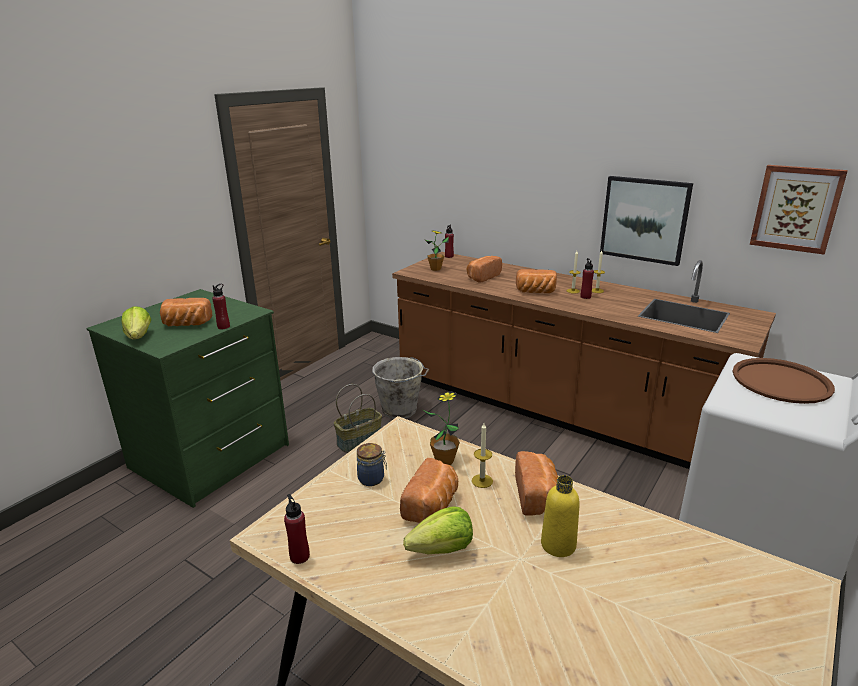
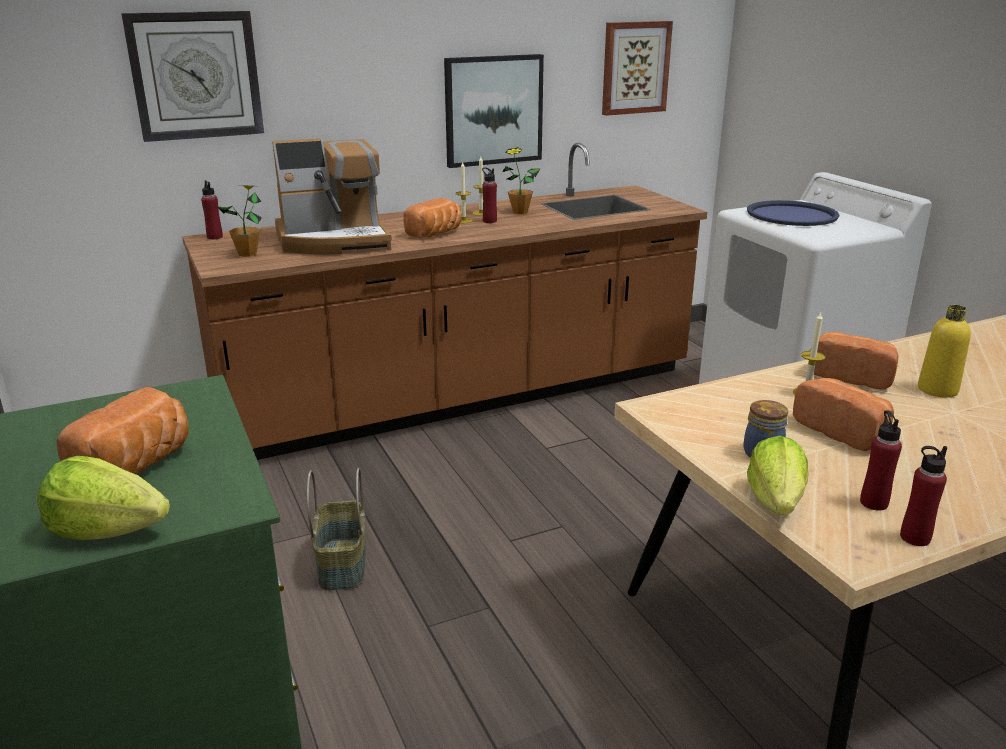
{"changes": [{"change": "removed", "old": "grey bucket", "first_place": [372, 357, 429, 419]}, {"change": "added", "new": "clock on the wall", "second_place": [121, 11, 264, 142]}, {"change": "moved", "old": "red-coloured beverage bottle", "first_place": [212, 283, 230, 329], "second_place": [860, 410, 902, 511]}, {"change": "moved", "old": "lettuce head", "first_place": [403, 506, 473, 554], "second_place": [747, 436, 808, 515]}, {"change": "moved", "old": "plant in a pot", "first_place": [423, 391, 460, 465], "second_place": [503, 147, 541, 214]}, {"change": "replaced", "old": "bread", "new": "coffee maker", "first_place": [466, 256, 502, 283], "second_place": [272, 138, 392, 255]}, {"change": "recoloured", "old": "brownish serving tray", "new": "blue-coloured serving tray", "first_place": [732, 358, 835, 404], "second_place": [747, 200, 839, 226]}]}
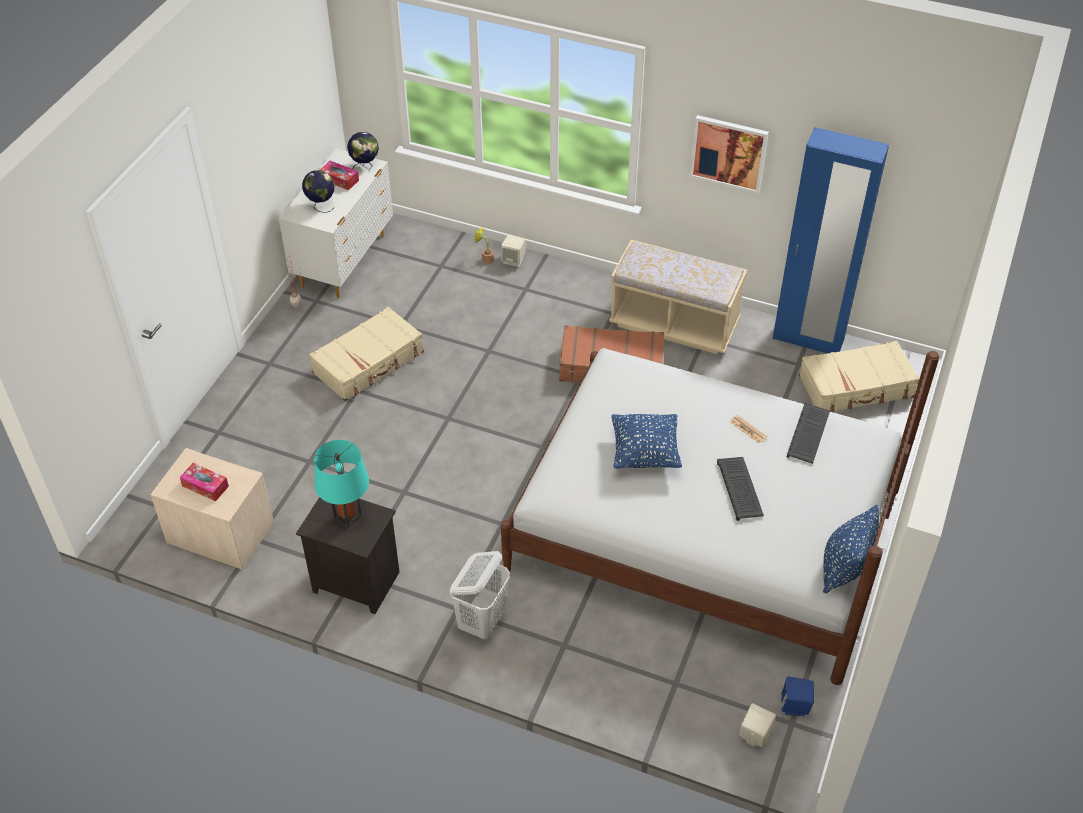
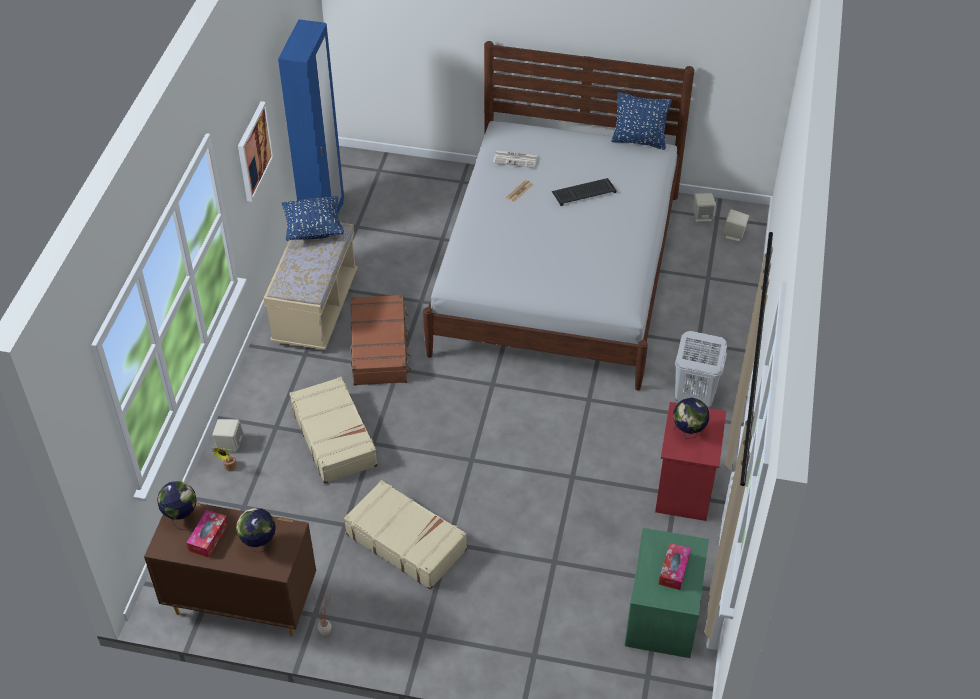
{"changes": [{"change": "moved", "old": "blue-coloured pillow", "first_place": [611, 414, 682, 469], "second_place": [282, 196, 344, 241]}, {"change": "moved", "old": "beige-coloured suitcase", "first_place": [799, 341, 919, 412], "second_place": [289, 377, 378, 484]}, {"change": "replaced", "old": "blue-green lamp for a table", "new": "desk globe", "first_place": [314, 440, 369, 528], "second_place": [674, 398, 709, 439]}, {"change": "replaced", "old": "PC keyboard", "new": "printed paper", "first_place": [787, 403, 830, 464], "second_place": [493, 150, 538, 168]}, {"change": "recoloured", "old": "beige-coloured bedside table", "new": "green bedside table", "first_place": [150, 448, 274, 569], "second_place": [625, 528, 709, 658]}, {"change": "recoloured", "old": "whitish chest of drawers", "new": "brownish chest of drawers", "first_place": [278, 149, 393, 298], "second_place": [144, 502, 316, 636]}, {"change": "recoloured", "old": "black-coloured bedside table", "new": "red-coloured bedside table", "first_place": [296, 497, 400, 614], "second_place": [655, 402, 726, 521]}, {"change": "recoloured", "old": "blue-coloured speaker", "new": "beige-coloured speaker", "first_place": [781, 677, 814, 716], "second_place": [693, 193, 716, 222]}]}
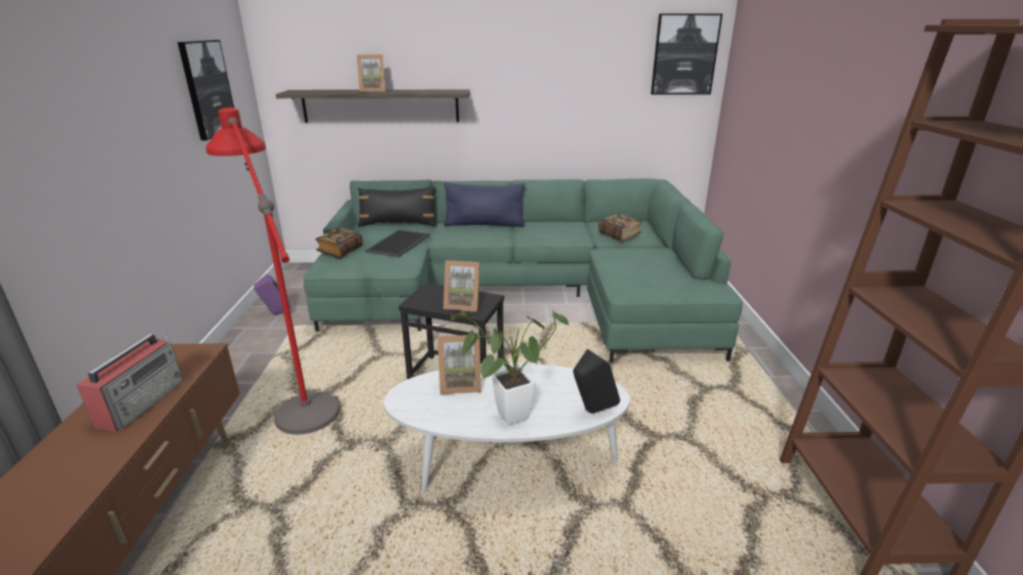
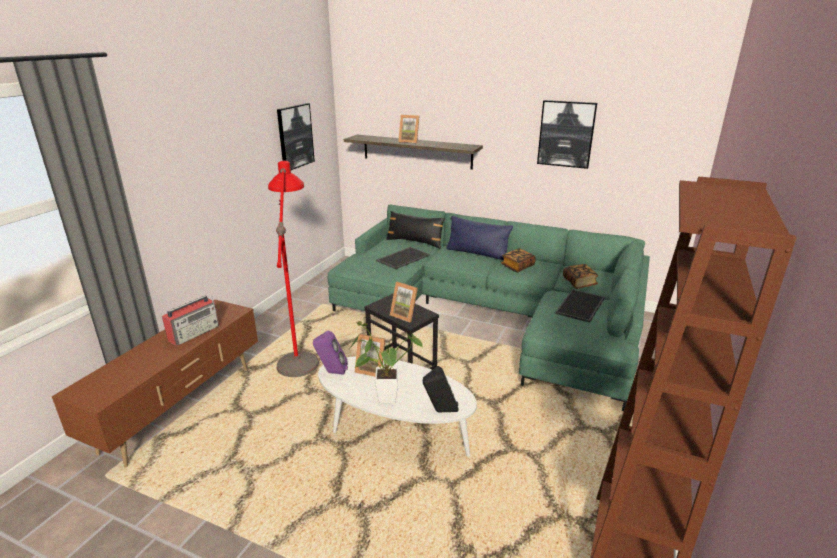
{"changes": [{"change": "added", "new": "serving tray", "second_place": [555, 289, 605, 323]}, {"change": "moved", "old": "purple-coloured speaker", "first_place": [254, 274, 291, 314], "second_place": [313, 331, 348, 375]}, {"change": "moved", "old": "volume", "first_place": [315, 228, 363, 258], "second_place": [501, 248, 536, 273]}, {"change": "moved", "old": "wall picture", "first_place": [651, 14, 723, 95], "second_place": [537, 100, 597, 169]}]}
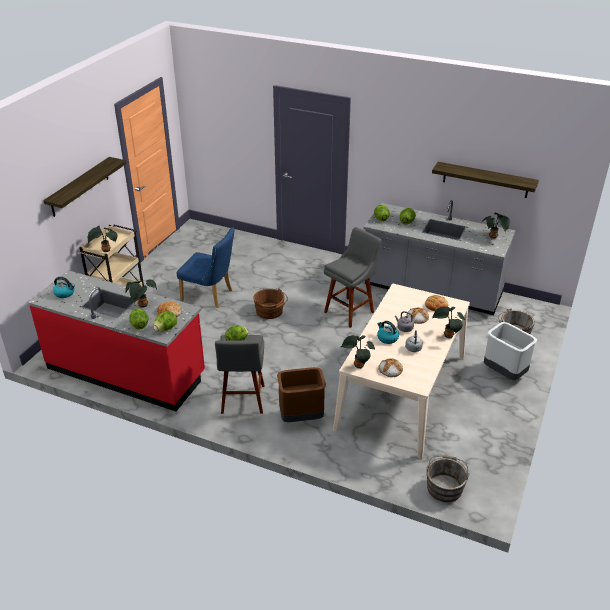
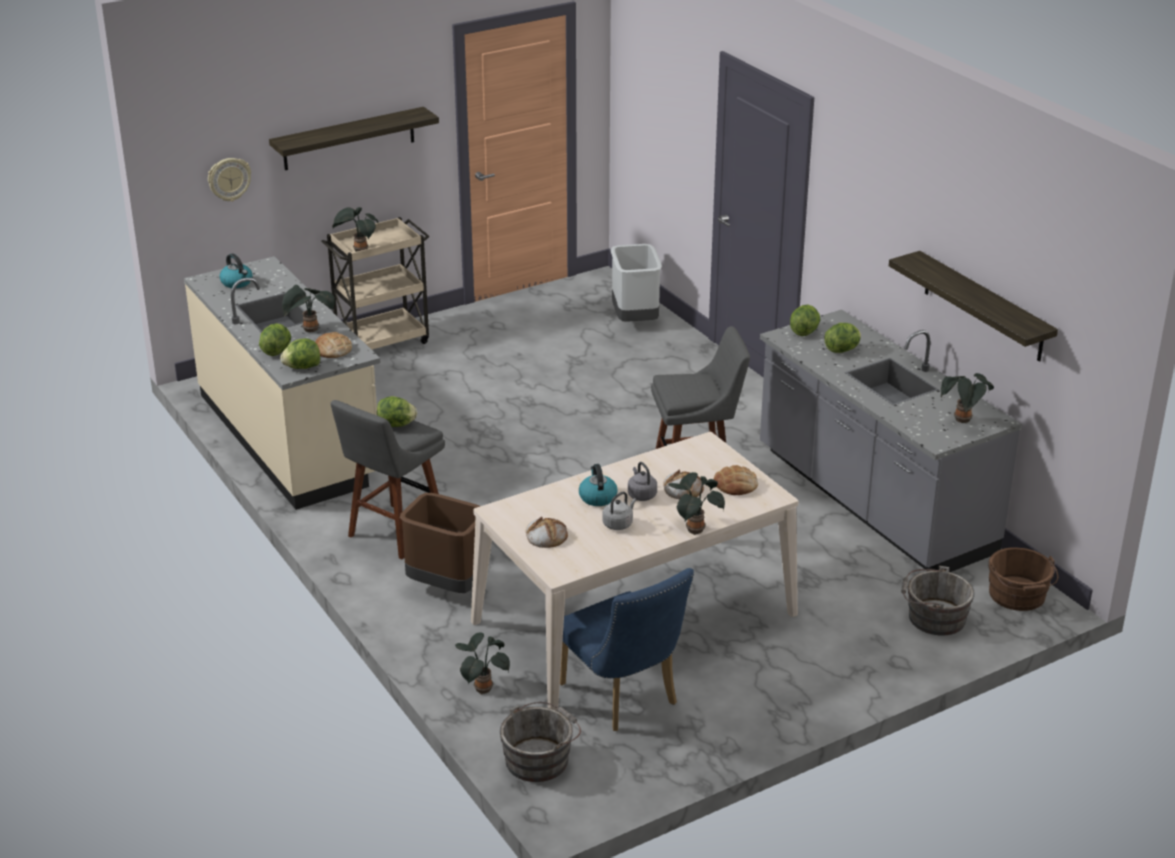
{"changes": [{"change": "added", "new": "clock on the wall", "second_place": [208, 158, 251, 202]}, {"change": "moved", "old": "blue-coloured upright chair", "first_place": [177, 227, 235, 308], "second_place": [560, 568, 694, 731]}, {"change": "moved", "old": "brownish bucket", "first_place": [253, 288, 288, 319], "second_place": [988, 547, 1058, 611]}, {"change": "moved", "old": "plant in a pot", "first_place": [341, 335, 375, 369], "second_place": [455, 632, 510, 695]}, {"change": "moved", "old": "grey rubbish bin", "first_place": [484, 322, 537, 380], "second_place": [611, 244, 662, 322]}, {"change": "recoloured", "old": "red-coloured counter", "new": "beige-coloured counter", "first_place": [28, 270, 205, 411], "second_place": [184, 256, 380, 510]}]}
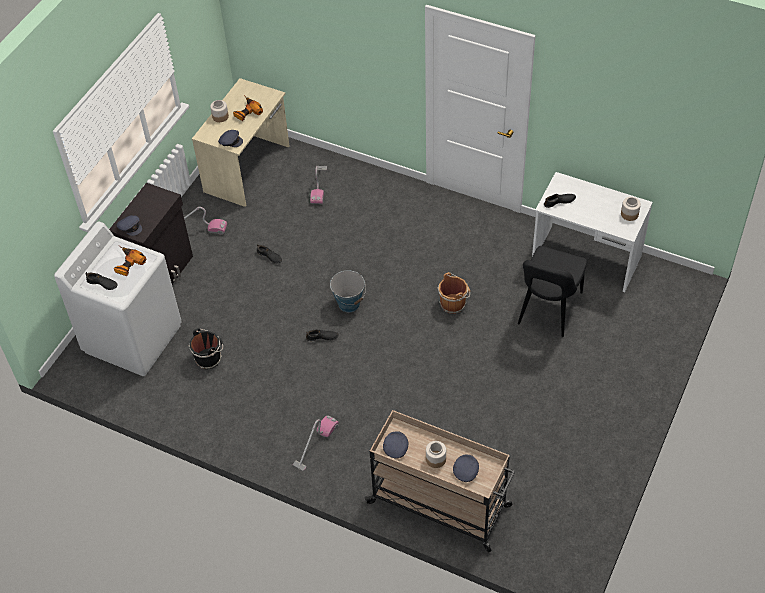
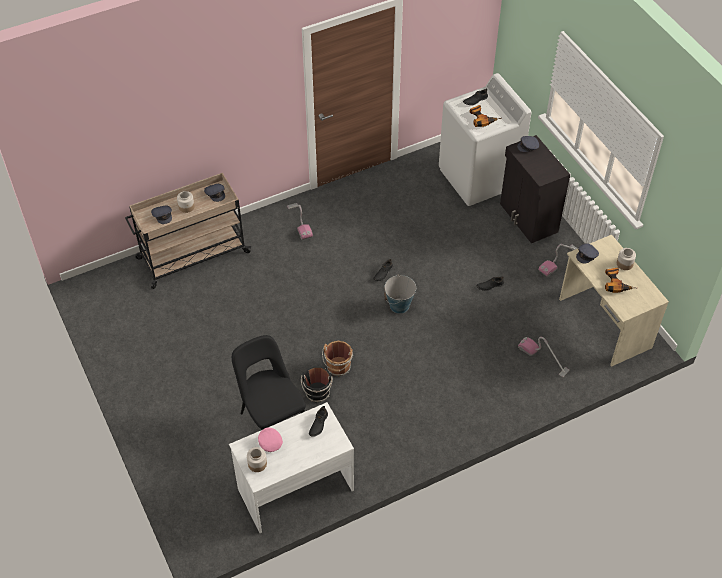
{"changes": [{"change": "added", "new": "pink-coloured cap", "second_place": [258, 428, 283, 452]}, {"change": "moved", "old": "black-coloured bucket", "first_place": [189, 328, 223, 369], "second_place": [301, 367, 333, 402]}]}
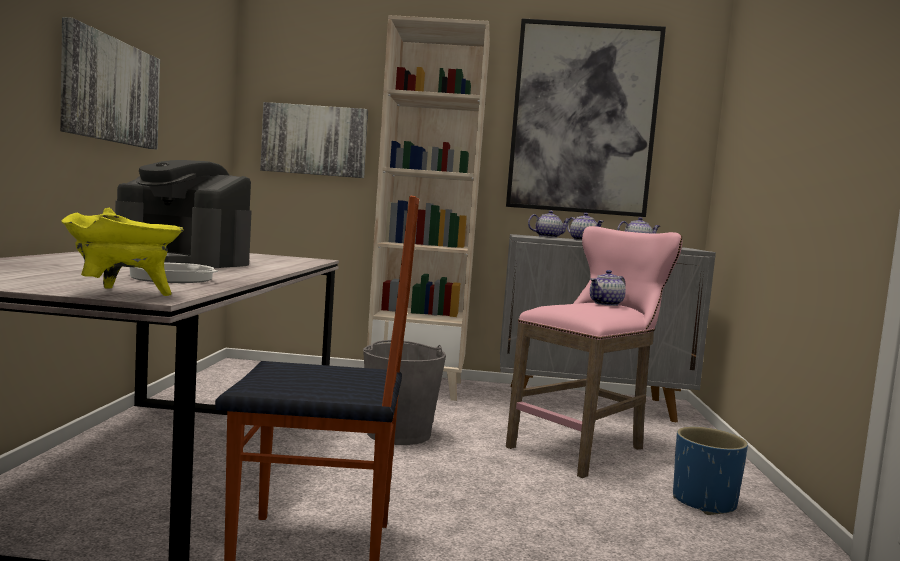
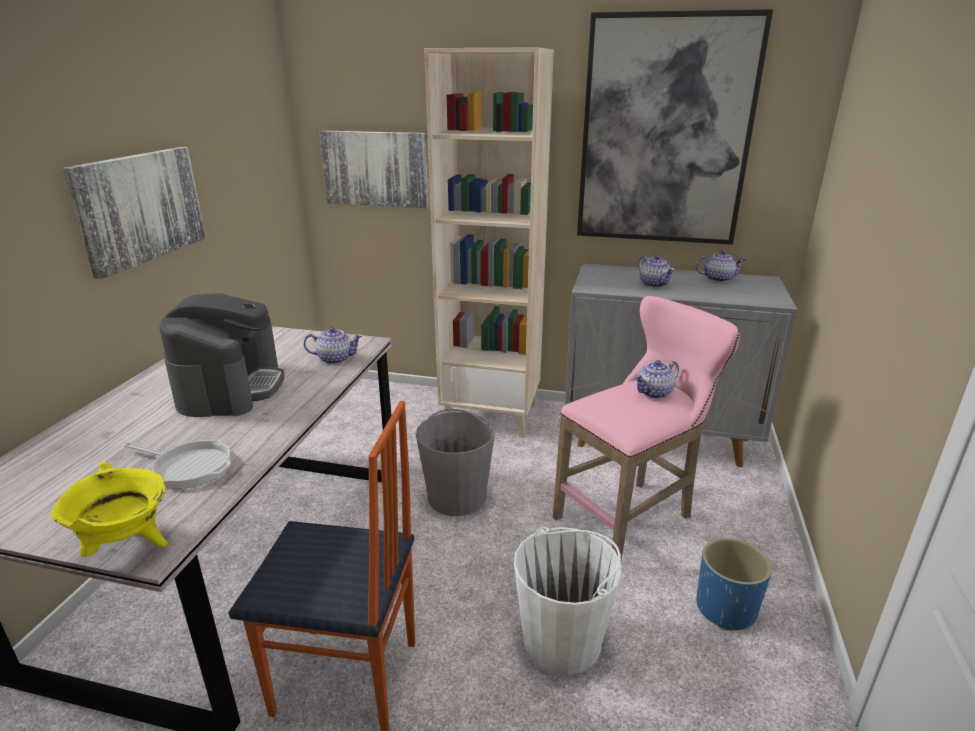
{"changes": [{"change": "added", "new": "whitish bucket", "second_place": [514, 527, 622, 675]}, {"change": "moved", "old": "tea pot", "first_place": [528, 211, 569, 238], "second_place": [303, 327, 363, 364]}, {"change": "turned", "old": "coffee maker", "first_place": [115, 160, 252, 268], "second_place": [159, 293, 285, 417], "degrees": -120}]}
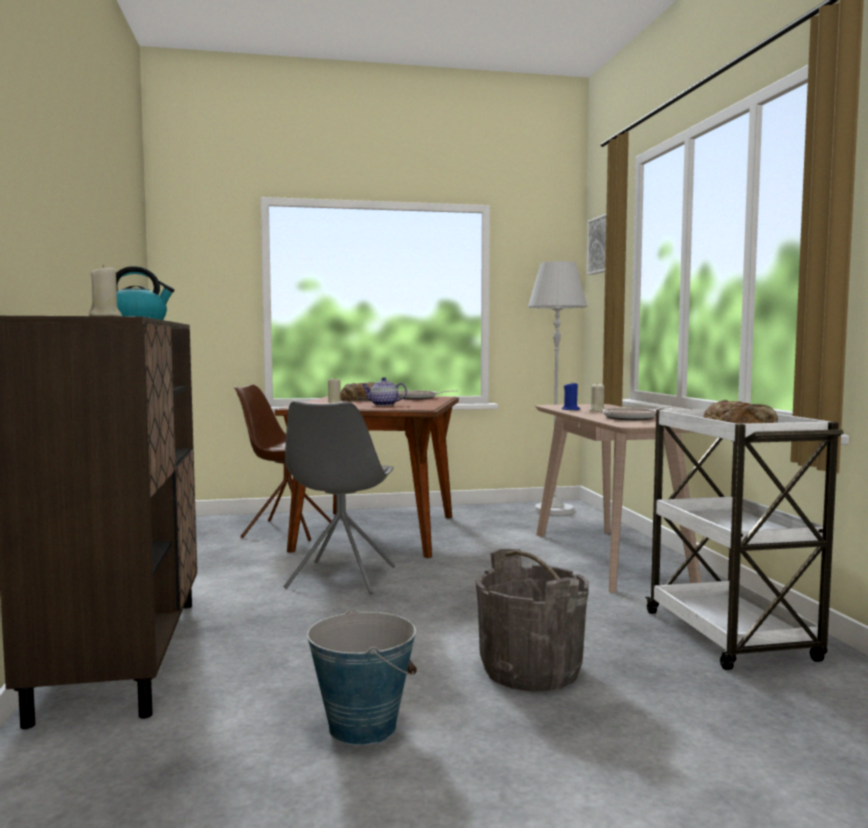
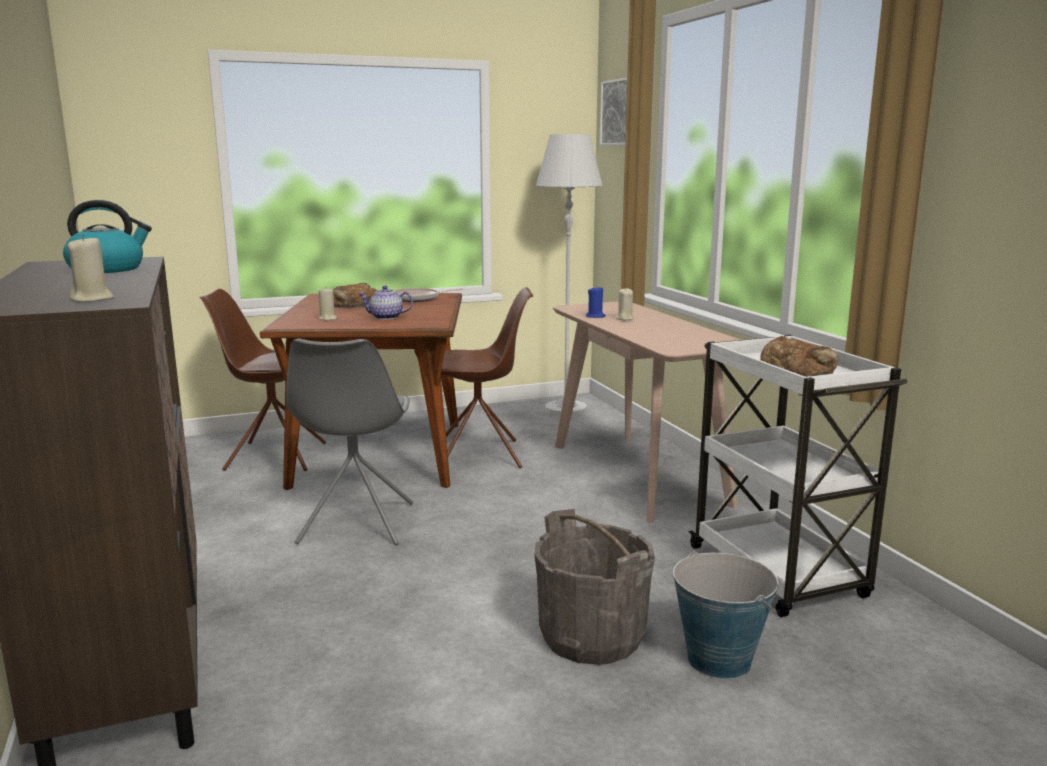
{"changes": [{"change": "removed", "old": "pan", "first_place": [603, 406, 673, 420]}, {"change": "added", "new": "brownish upright chair", "second_place": [441, 287, 533, 468]}, {"change": "moved", "old": "bucket", "first_place": [307, 608, 417, 746], "second_place": [673, 551, 778, 679]}]}
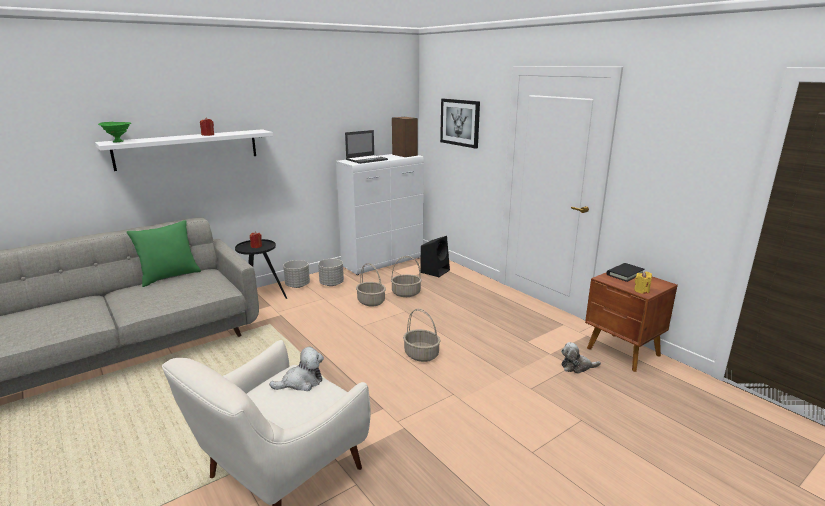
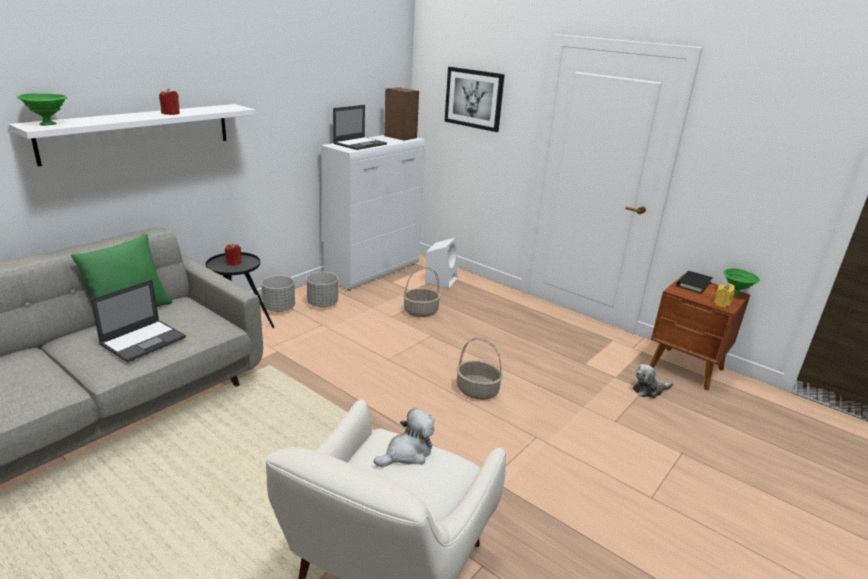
{"changes": [{"change": "removed", "old": "basket", "first_place": [356, 263, 386, 307]}, {"change": "added", "new": "notebook computer", "second_place": [90, 279, 186, 362]}, {"change": "added", "new": "green serving bowl", "second_place": [723, 268, 760, 296]}, {"change": "recoloured", "old": "black-coloured speaker", "new": "whitish speaker", "first_place": [421, 236, 450, 277], "second_place": [425, 238, 458, 288]}]}
